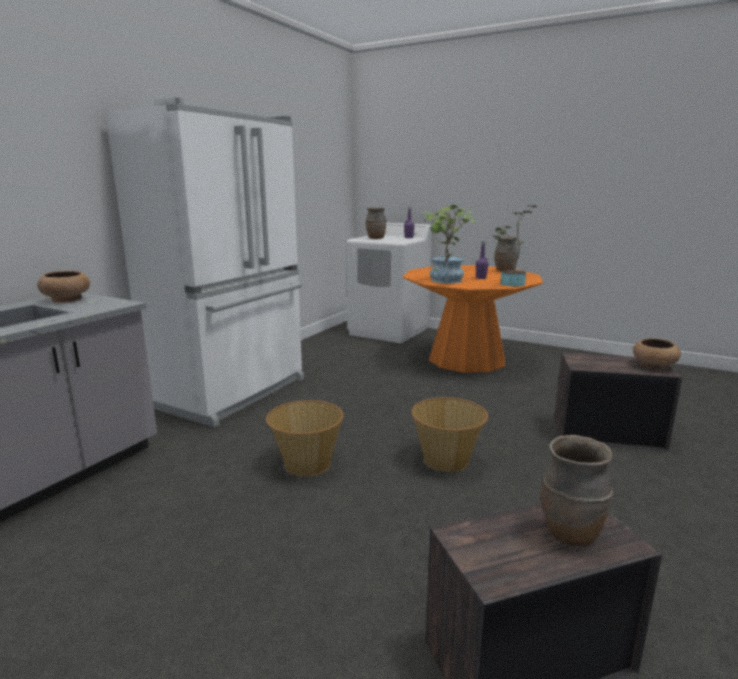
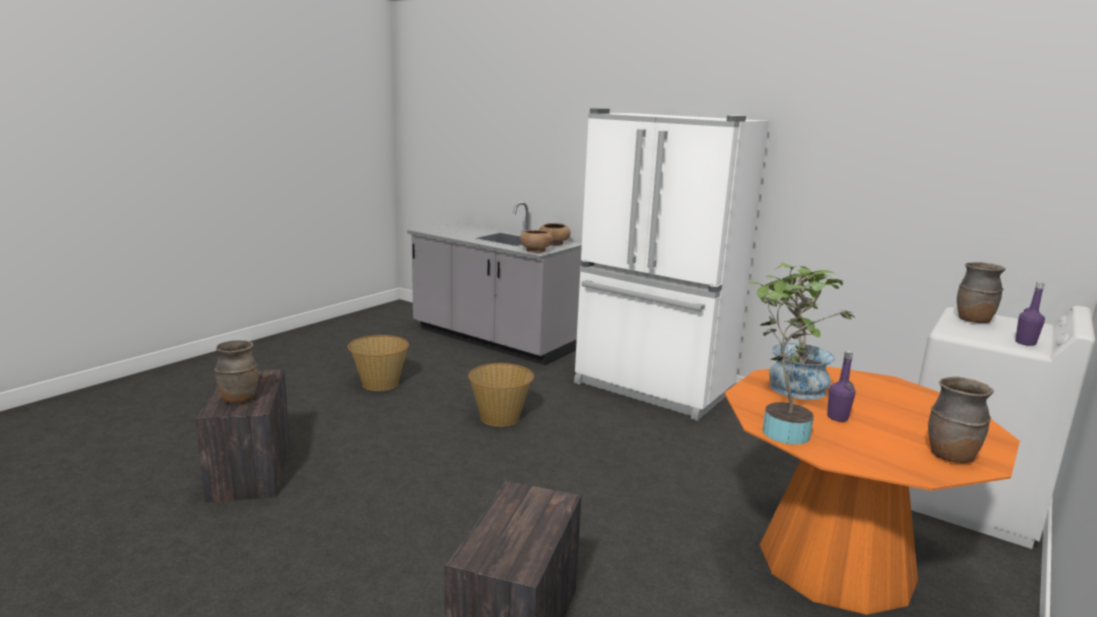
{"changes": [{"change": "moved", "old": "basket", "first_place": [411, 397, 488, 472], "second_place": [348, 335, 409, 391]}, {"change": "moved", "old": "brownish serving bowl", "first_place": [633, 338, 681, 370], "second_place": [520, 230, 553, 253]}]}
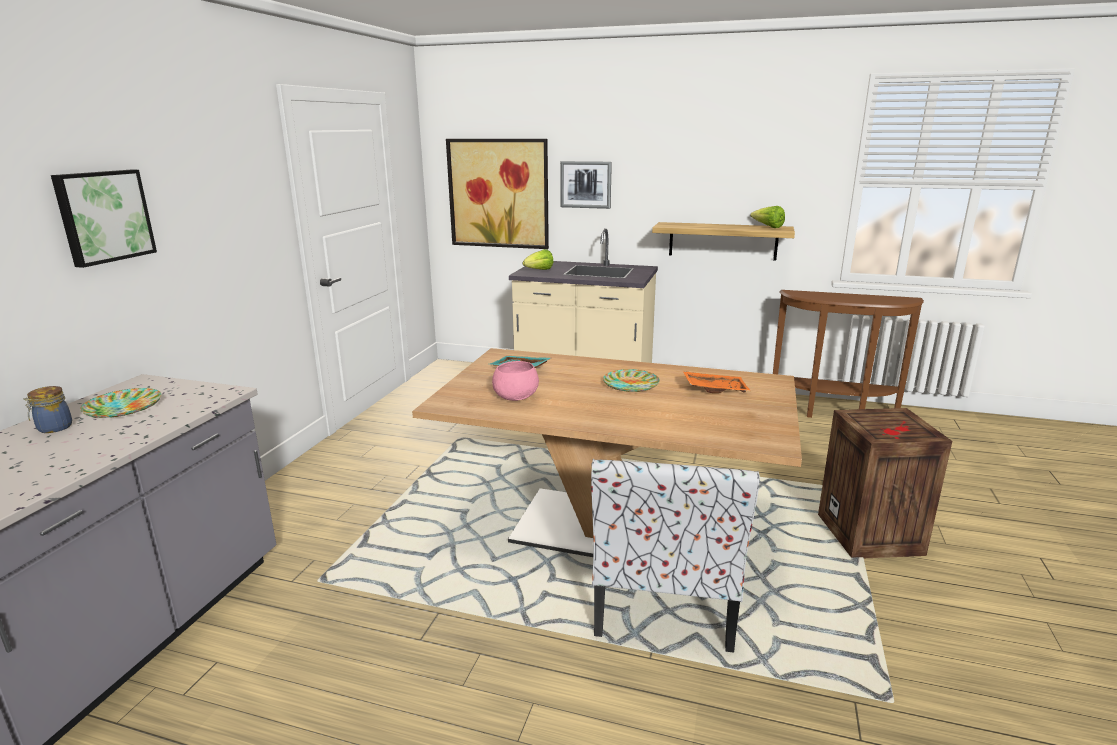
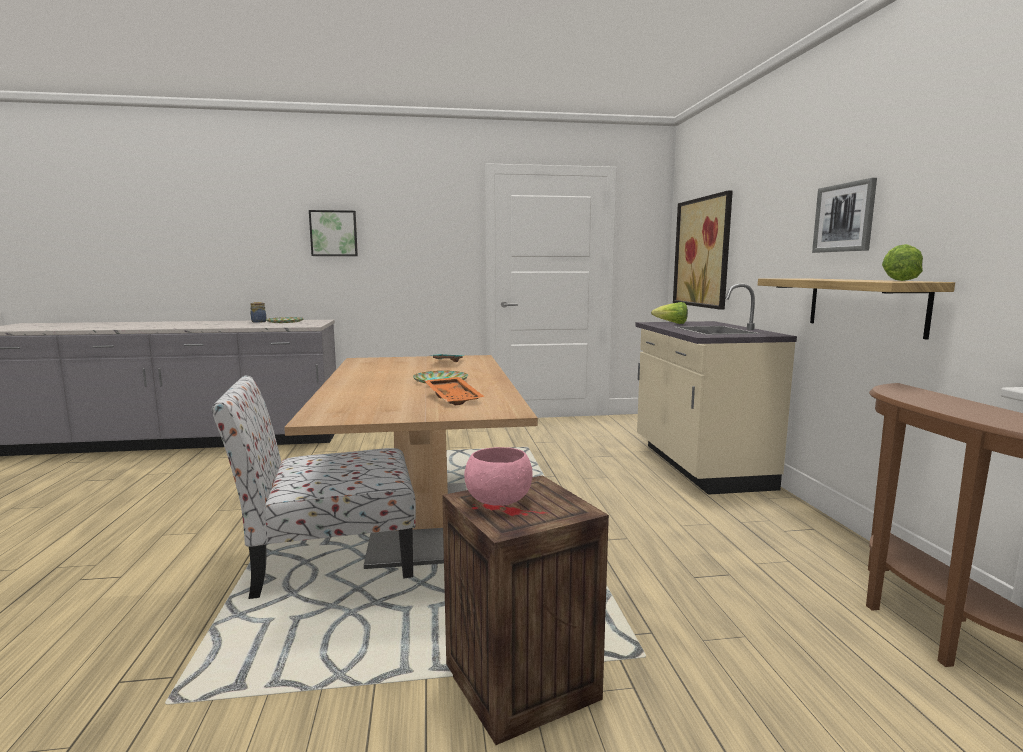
{"changes": [{"change": "moved", "old": "pink-coloured serving bowl", "first_place": [492, 361, 539, 401], "second_place": [464, 447, 533, 506]}, {"change": "moved", "old": "wall picture", "first_place": [560, 161, 612, 209], "second_place": [812, 178, 877, 253]}]}
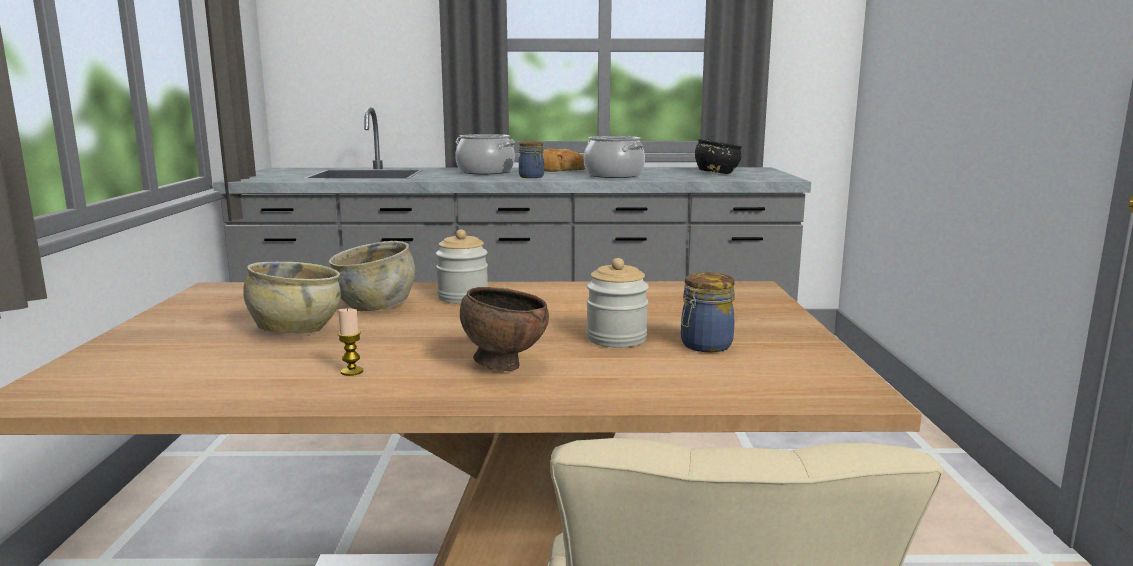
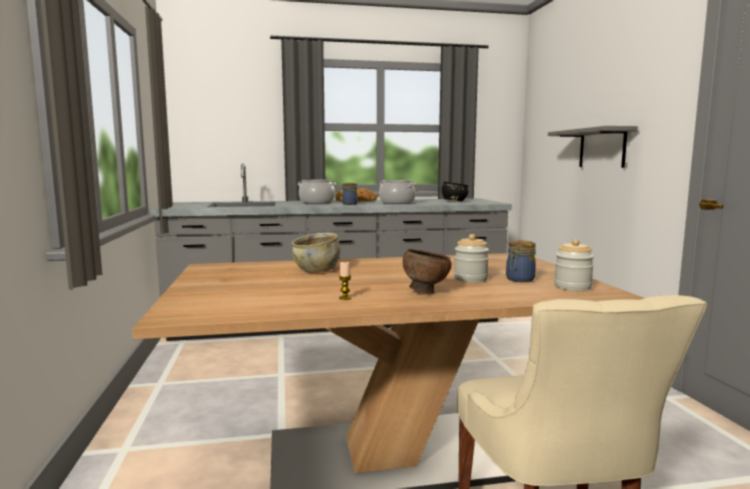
{"changes": [{"change": "removed", "old": "beige-coloured serving bowl", "first_place": [243, 262, 341, 334]}, {"change": "added", "new": "grey shelf", "second_place": [548, 126, 638, 168]}, {"change": "moved", "old": "jar", "first_place": [436, 230, 488, 304], "second_place": [554, 239, 594, 291]}]}
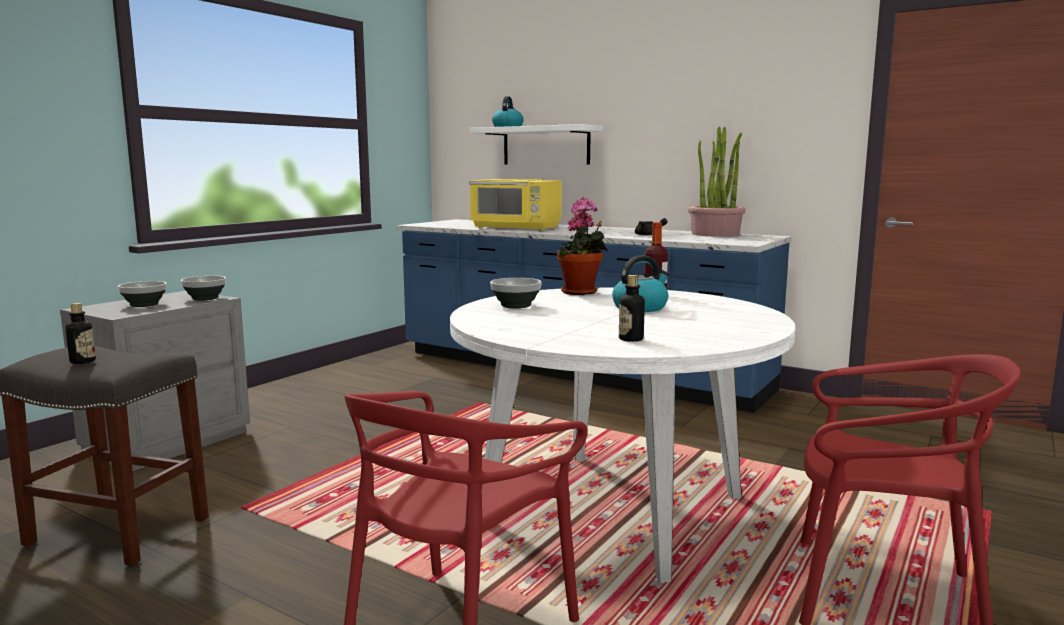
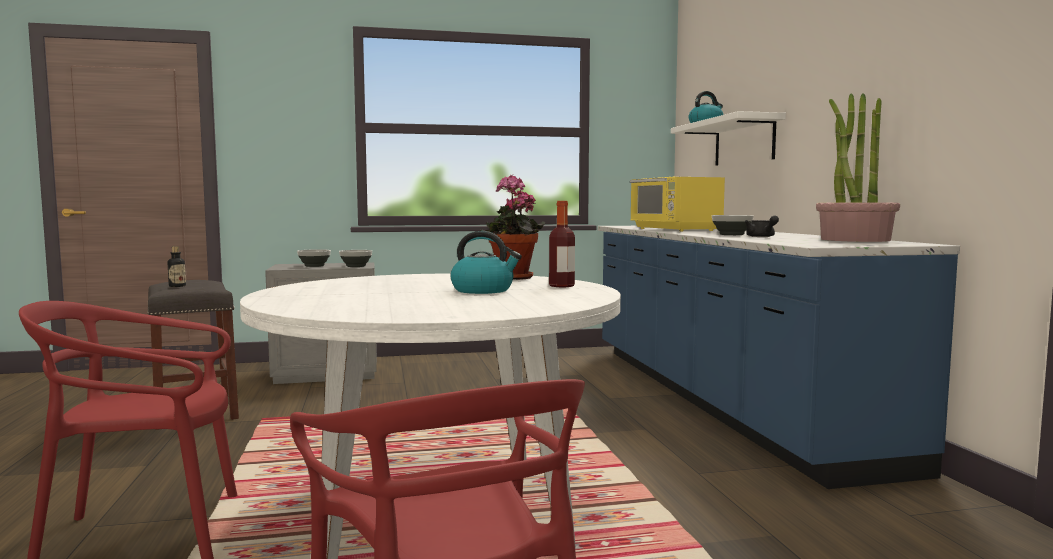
{"changes": [{"change": "removed", "old": "beverage bottle", "first_place": [619, 275, 645, 342]}, {"change": "moved", "old": "serving bowl", "first_place": [490, 278, 542, 308], "second_place": [712, 215, 754, 235]}]}
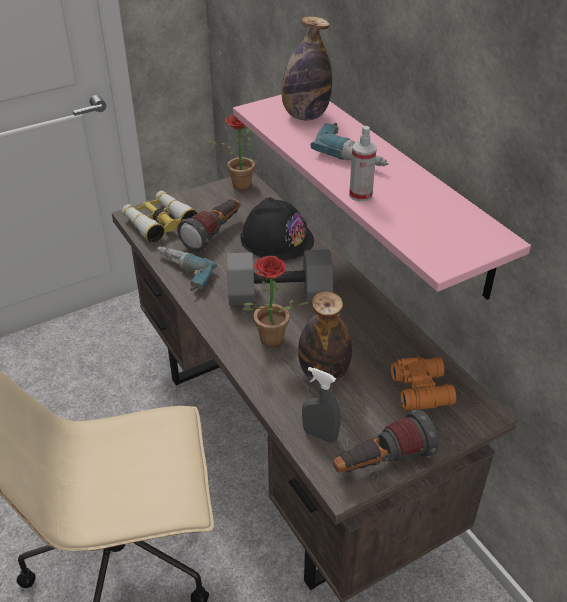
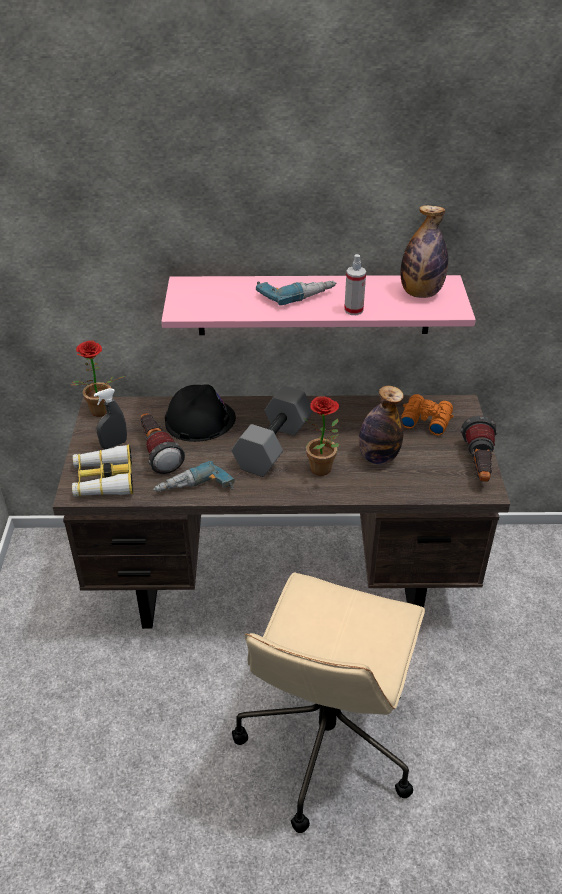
{"changes": [{"change": "moved", "old": "beverage bottle", "first_place": [282, 16, 332, 120], "second_place": [401, 205, 448, 298]}, {"change": "moved", "old": "grey hand sprayer", "first_place": [302, 367, 340, 443], "second_place": [94, 388, 127, 449]}]}
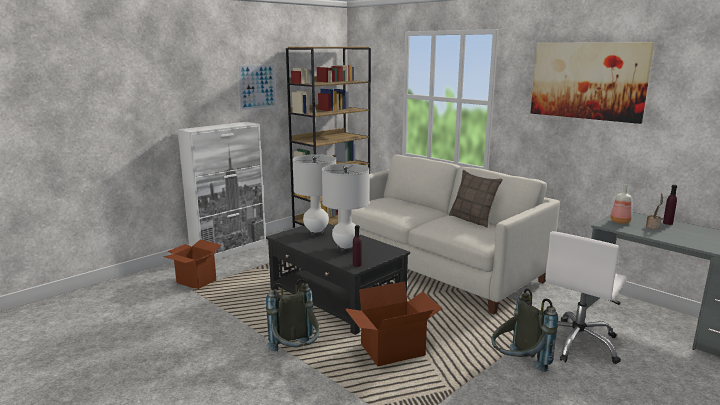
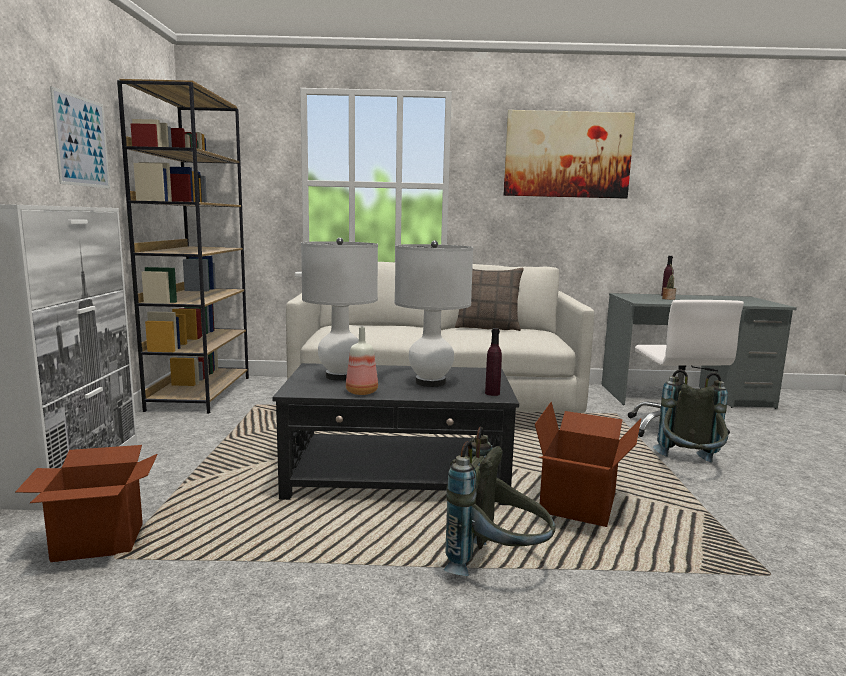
{"changes": [{"change": "moved", "old": "beverage bottle", "first_place": [610, 184, 632, 224], "second_place": [346, 327, 378, 395]}]}
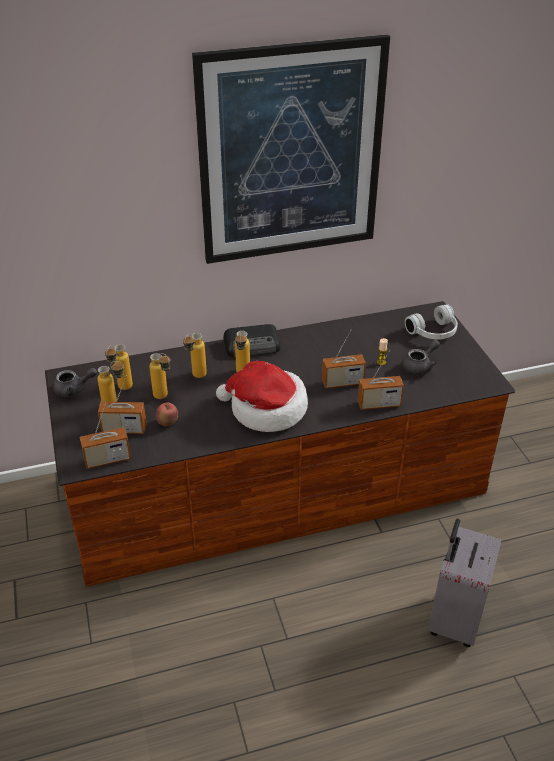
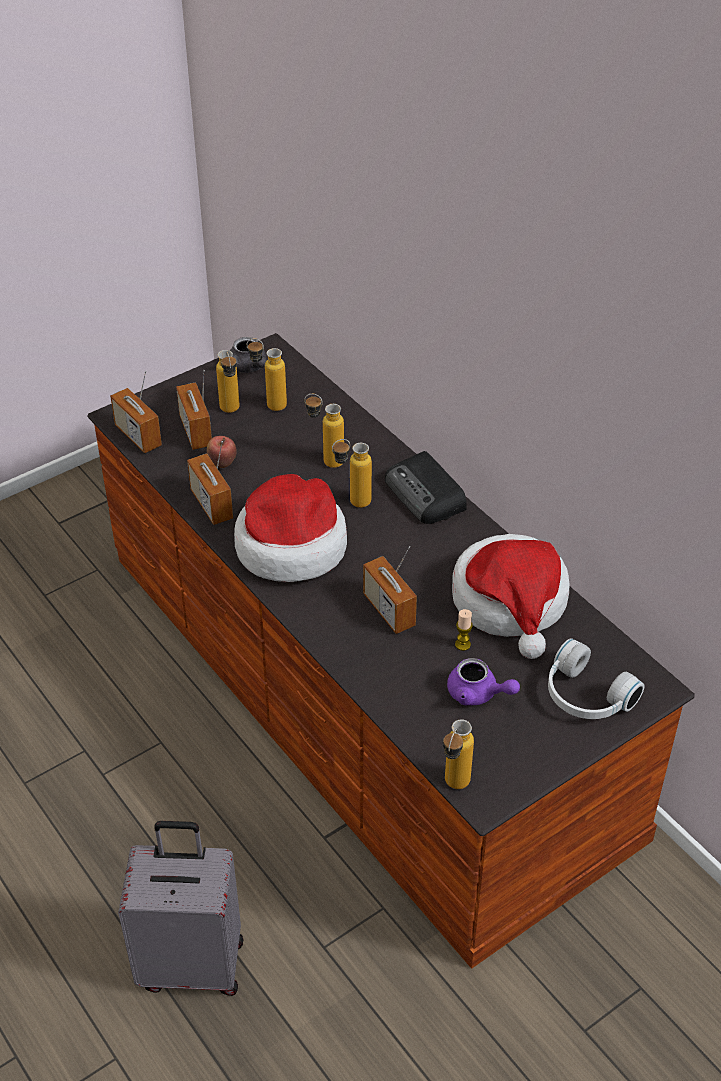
{"changes": [{"change": "removed", "old": "wall picture", "first_place": [192, 34, 390, 264]}, {"change": "added", "new": "clothing hat", "second_place": [452, 534, 569, 659]}, {"change": "moved", "old": "beverage bottle", "first_place": [149, 353, 171, 399], "second_place": [443, 720, 474, 789]}, {"change": "moved", "old": "radio set", "first_place": [358, 350, 404, 410], "second_place": [187, 441, 233, 525]}, {"change": "recoloured", "old": "grey tea pot", "new": "purple-coloured tea pot", "first_place": [402, 340, 440, 375], "second_place": [447, 658, 520, 705]}]}
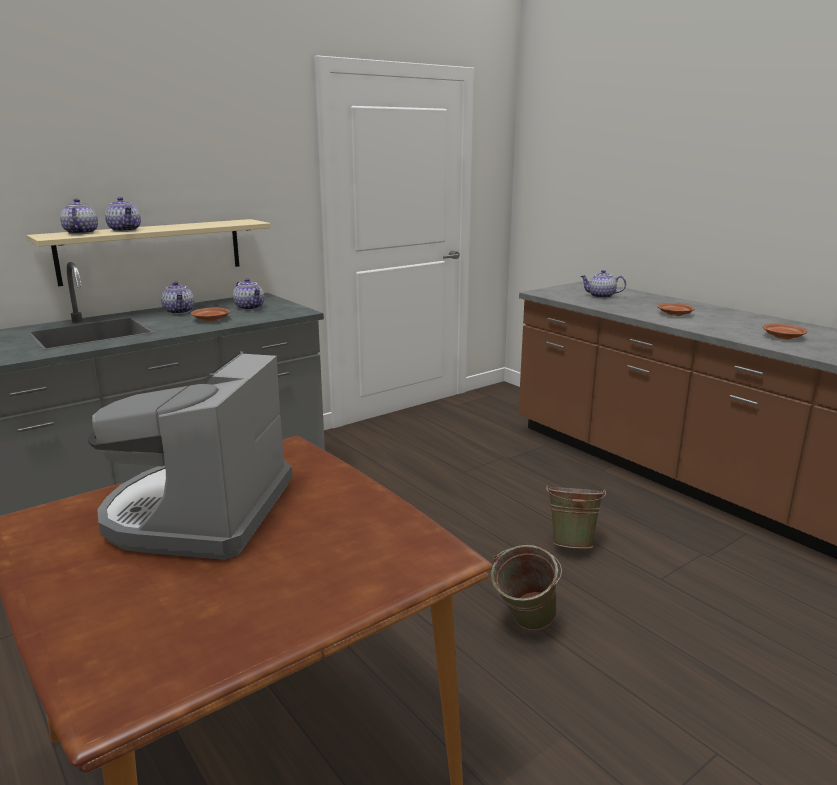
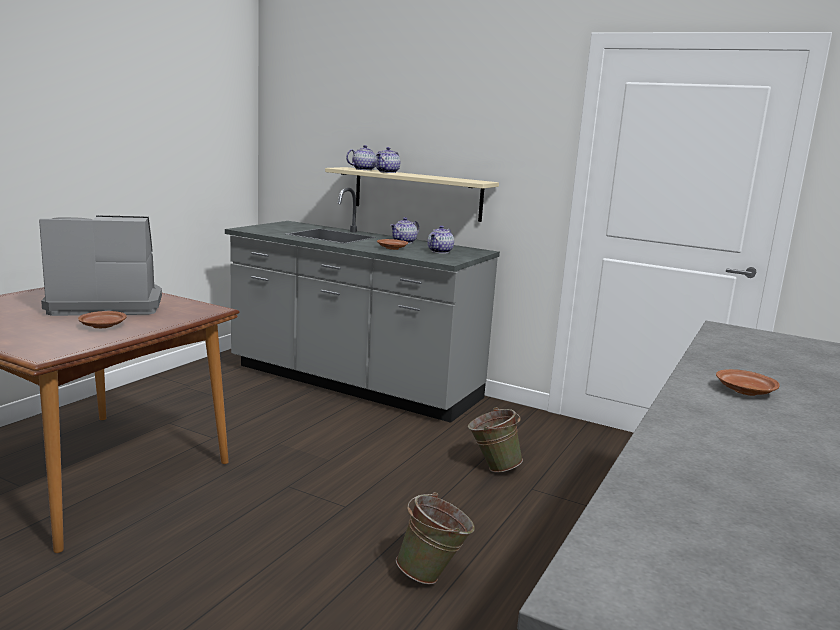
{"changes": [{"change": "removed", "old": "tea pot", "first_place": [581, 270, 626, 298]}, {"change": "moved", "old": "green bucket", "first_place": [491, 545, 562, 630], "second_place": [468, 407, 523, 472]}, {"change": "moved", "old": "brownish plate", "first_place": [763, 324, 807, 339], "second_place": [78, 311, 127, 328]}]}
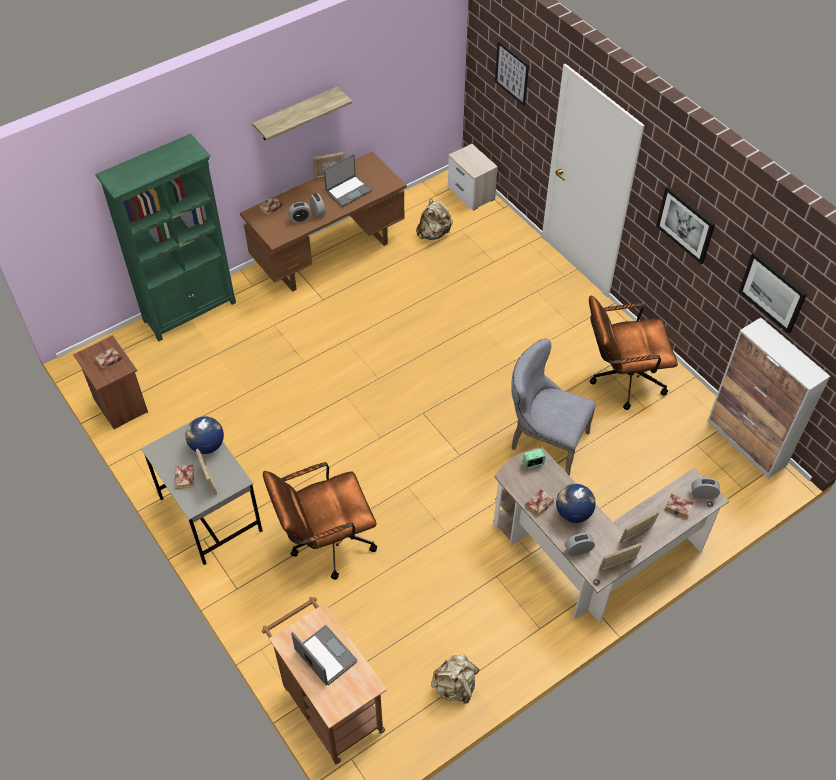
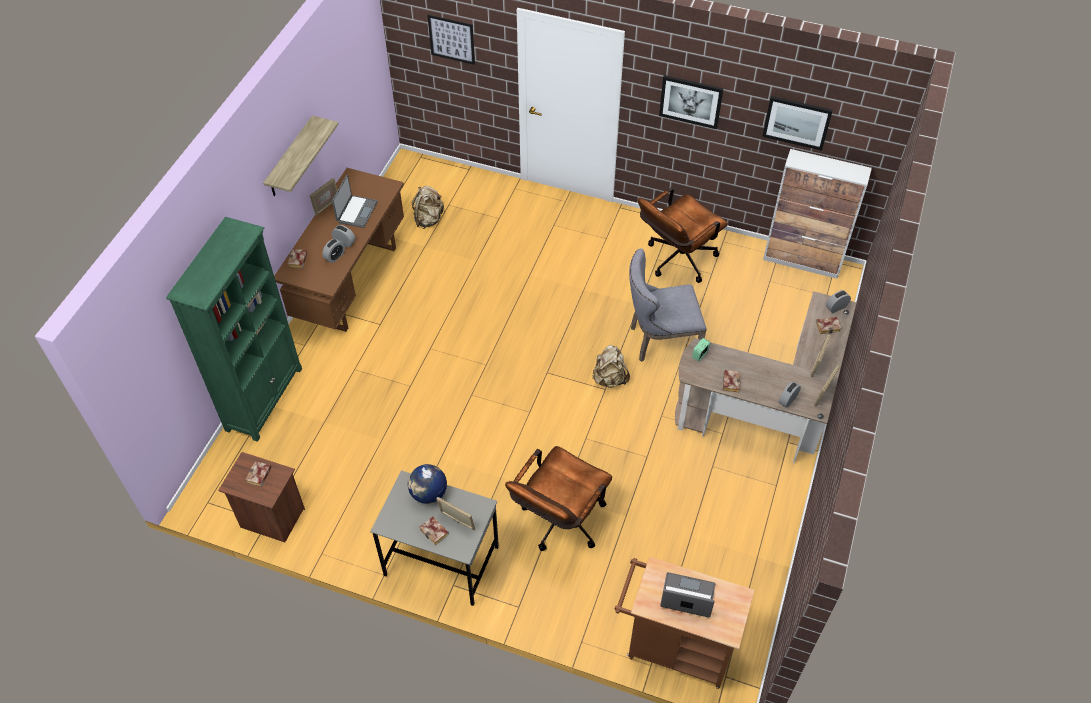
{"changes": [{"change": "removed", "old": "bedside table", "first_place": [448, 144, 498, 211]}, {"change": "removed", "old": "desk globe", "first_place": [556, 484, 596, 523]}, {"change": "moved", "old": "beige-coloured backpack", "first_place": [431, 655, 479, 704], "second_place": [592, 345, 630, 388]}]}
